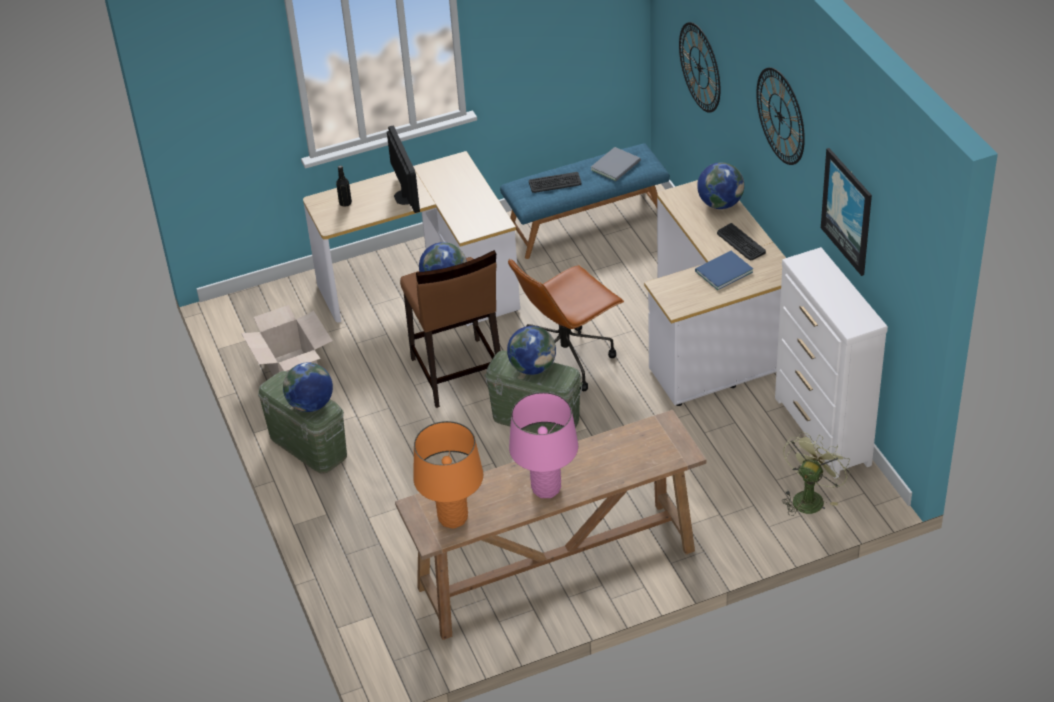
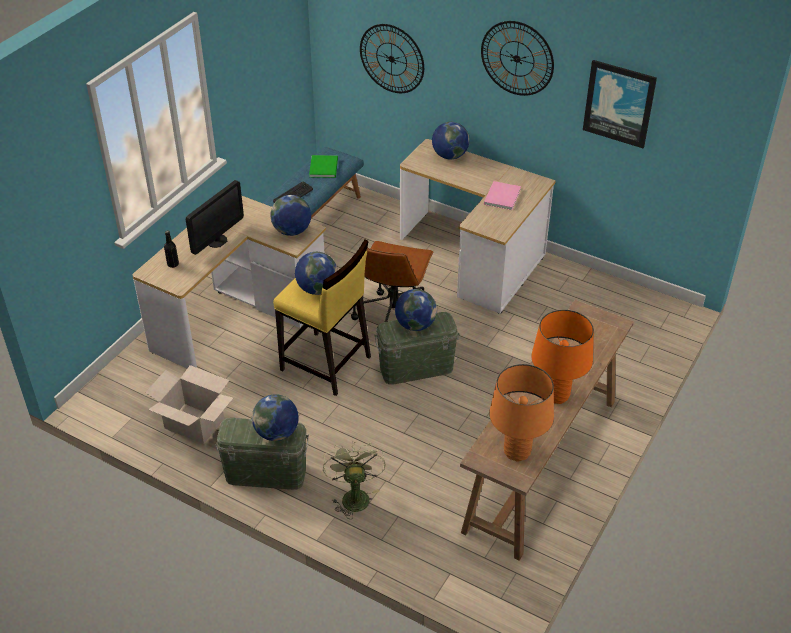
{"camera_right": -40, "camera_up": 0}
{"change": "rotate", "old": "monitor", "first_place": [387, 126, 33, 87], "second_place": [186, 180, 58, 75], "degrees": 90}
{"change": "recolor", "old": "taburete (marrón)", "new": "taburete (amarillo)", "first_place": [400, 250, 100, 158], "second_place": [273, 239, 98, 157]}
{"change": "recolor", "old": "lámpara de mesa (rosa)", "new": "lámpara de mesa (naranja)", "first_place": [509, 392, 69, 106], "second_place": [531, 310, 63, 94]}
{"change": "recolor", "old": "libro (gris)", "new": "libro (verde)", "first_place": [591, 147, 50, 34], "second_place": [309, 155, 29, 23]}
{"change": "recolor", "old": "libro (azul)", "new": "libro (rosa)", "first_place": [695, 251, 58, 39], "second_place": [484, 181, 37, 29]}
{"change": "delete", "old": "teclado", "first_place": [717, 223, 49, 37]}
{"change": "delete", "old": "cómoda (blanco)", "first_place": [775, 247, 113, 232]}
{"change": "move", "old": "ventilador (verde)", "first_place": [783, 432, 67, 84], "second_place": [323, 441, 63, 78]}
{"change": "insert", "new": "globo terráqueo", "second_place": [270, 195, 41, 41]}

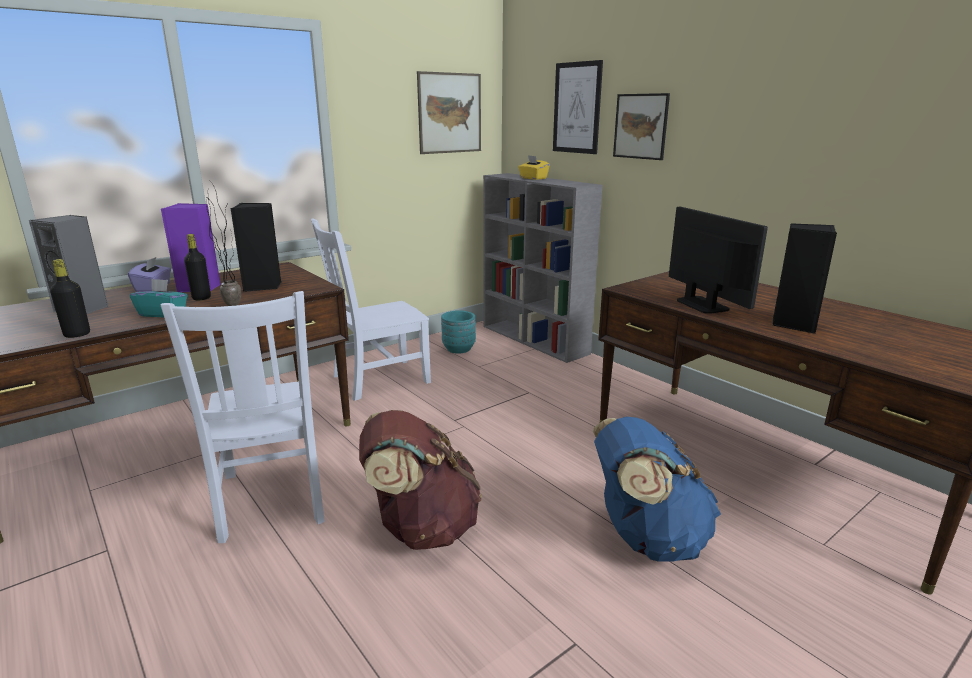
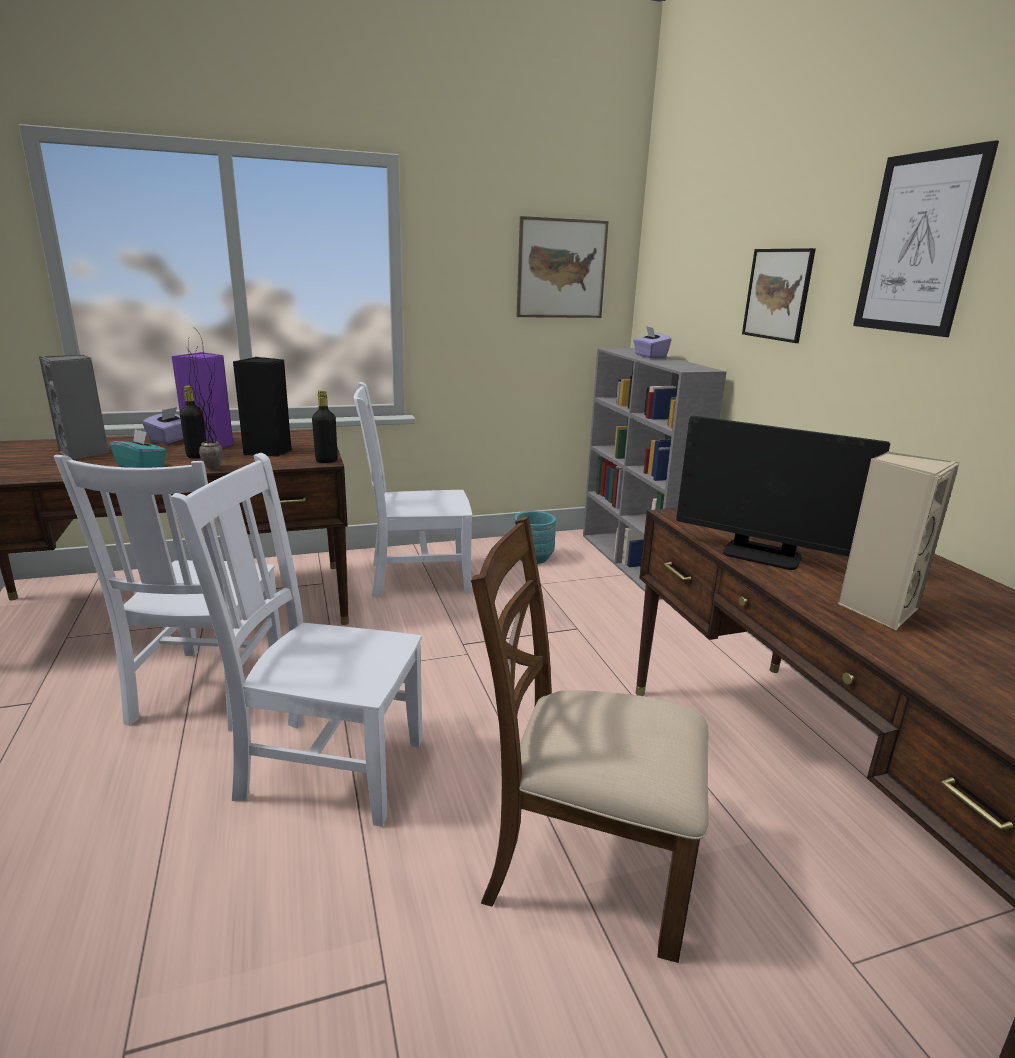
{"camera_right": 20, "camera_up": 0}
{"change": "move", "old": "botella (negro)", "first_place": [50, 259, 40, 79], "second_place": [312, 390, 25, 73]}
{"change": "replace", "old": "mochila (marrón)", "new": "silla (blanco)", "first_place": [359, 410, 123, 140], "second_place": [171, 453, 252, 374]}
{"change": "recolor", "old": "caja de pañuelos (amarillo)", "new": "caja de pañuelos (morado)", "first_place": [518, 155, 32, 25], "second_place": [633, 326, 39, 32]}
{"change": "move", "old": "cuadro", "first_place": [553, 60, 50, 94], "second_place": [853, 140, 146, 197]}
{"change": "replace", "old": "mochila (azul)", "new": "silla (marrón)", "first_place": [593, 417, 128, 145], "second_place": [471, 516, 238, 447]}
{"change": "rotate", "old": "monitor", "first_place": [669, 207, 99, 107], "second_place": [676, 416, 214, 154], "degrees": 120}
{"change": "recolor", "old": "altavoz (negro)", "new": "altavoz (beis)", "first_place": [773, 223, 64, 111], "second_place": [838, 452, 122, 179]}

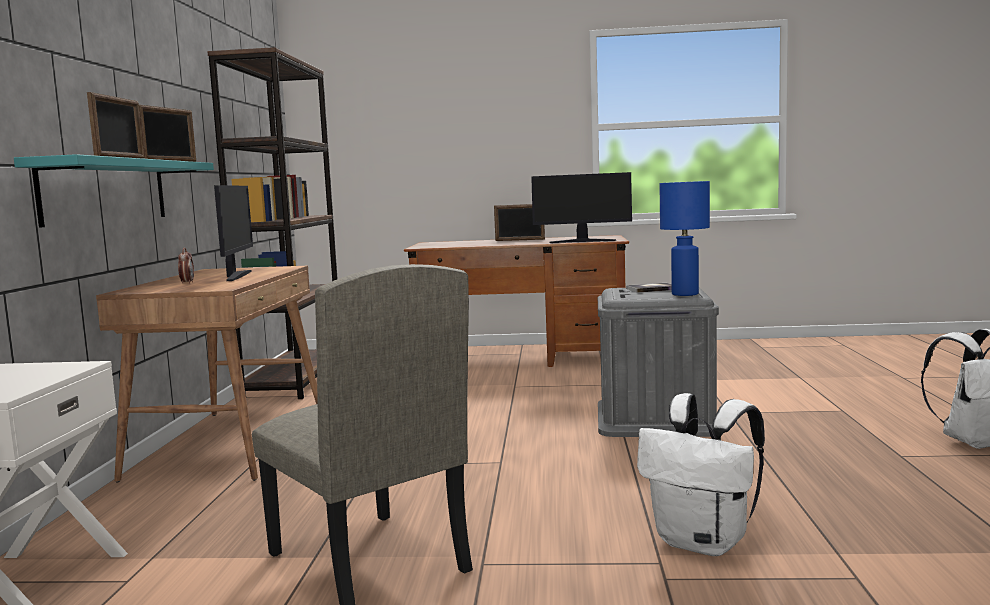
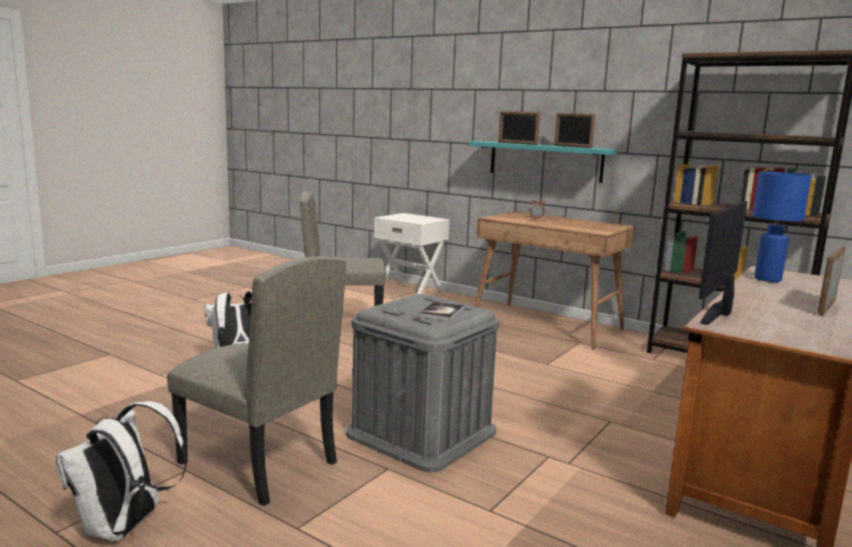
{"camera_right": 120, "camera_up": 5}
{"change": "delete", "old": "monitor", "first_place": [214, 185, 39, 96]}
{"change": "move", "old": "lámpara de mesa (azul)", "first_place": [660, 181, 50, 115], "second_place": [752, 172, 60, 110]}
{"change": "insert", "new": "silla (beis)", "second_place": [167, 256, 179, 250]}

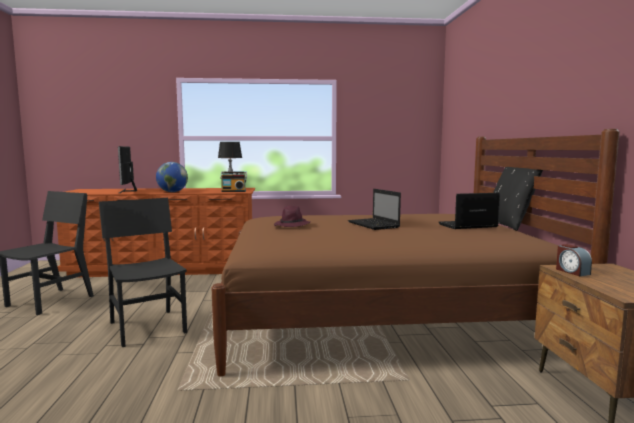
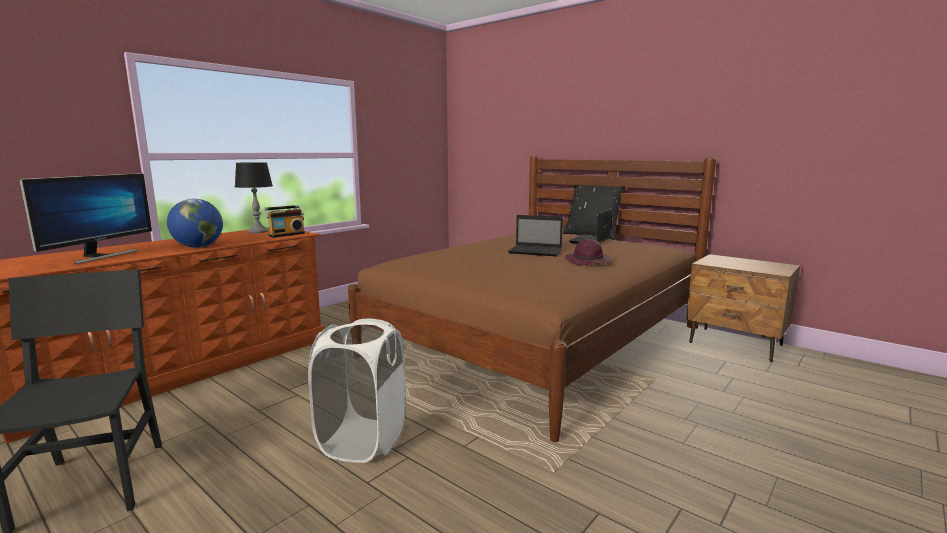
{"camera_right": -45, "camera_up": 5}
{"change": "replace", "old": "silla (negro)", "new": "cesto de la ropa (blanco)", "first_place": [99, 198, 88, 149], "second_place": [308, 319, 98, 144]}
{"change": "rotate", "old": "monitor", "first_place": [118, 146, 19, 47], "second_place": [19, 173, 133, 91], "degrees": -105}
{"change": "move", "old": "sombrero (morado)", "first_place": [274, 206, 36, 21], "second_place": [565, 239, 47, 27]}
{"change": "delete", "old": "despertador", "first_place": [556, 244, 36, 32]}

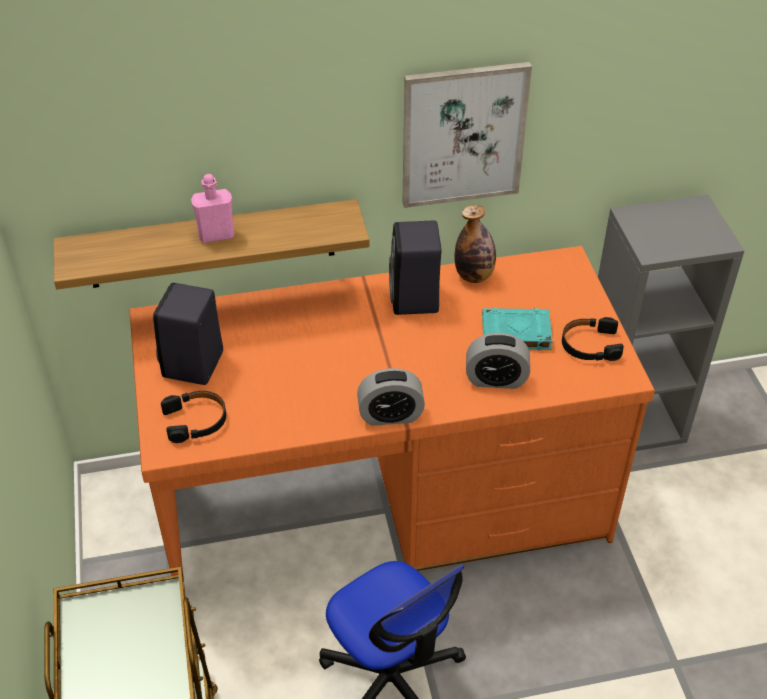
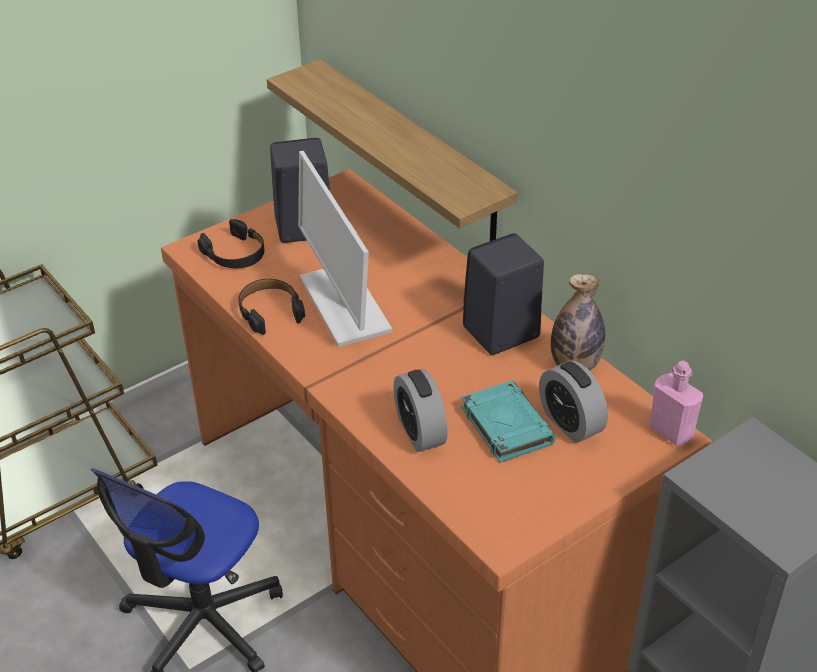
{"camera_right": 65, "camera_up": -5}
{"change": "move", "old": "botella (rosa)", "first_place": [191, 174, 44, 69], "second_place": [649, 360, 54, 86]}
{"change": "move", "old": "despertador", "first_place": [357, 368, 68, 58], "second_place": [539, 361, 69, 82]}
{"change": "delete", "old": "cuadro", "first_place": [403, 62, 129, 146]}
{"change": "move", "old": "auriculares (negro)", "first_place": [562, 317, 62, 44], "second_place": [238, 279, 67, 56]}
{"change": "insert", "new": "monitor", "second_place": [298, 151, 94, 196]}

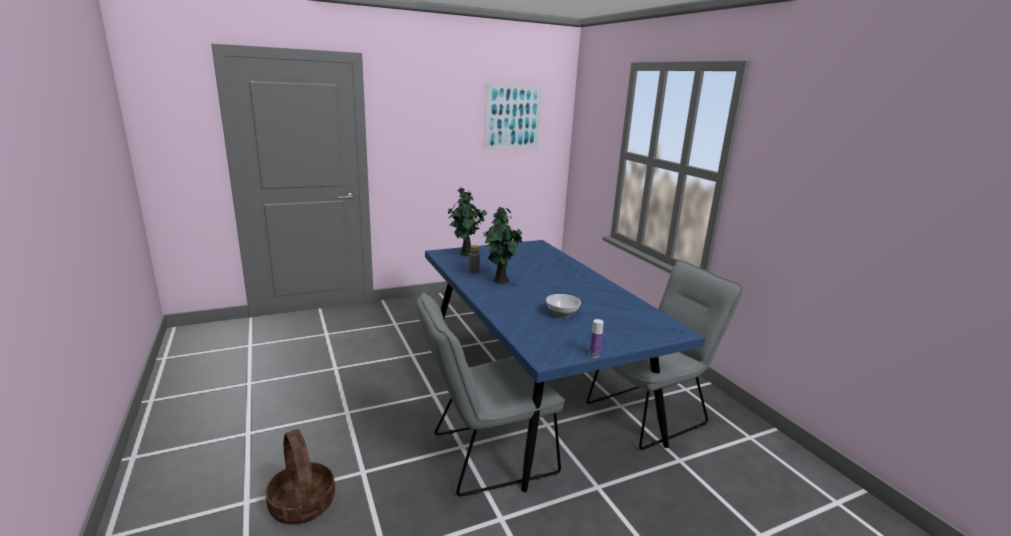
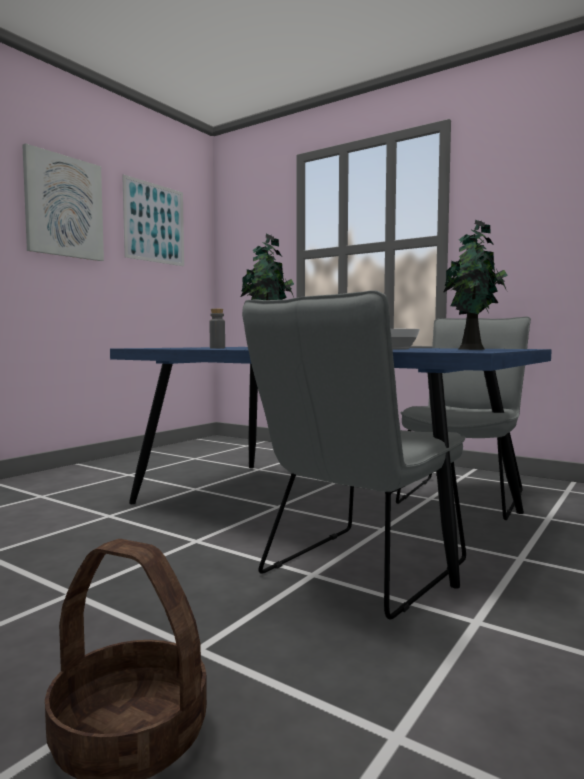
{"camera_right": -30, "camera_up": -15}
{"change": "move", "old": "planta en maceta", "first_place": [448, 188, 39, 68], "second_place": [443, 220, 65, 130]}
{"change": "delete", "old": "botella", "first_place": [589, 319, 15, 39]}
{"change": "insert", "new": "cuadro", "second_place": [22, 143, 82, 118]}

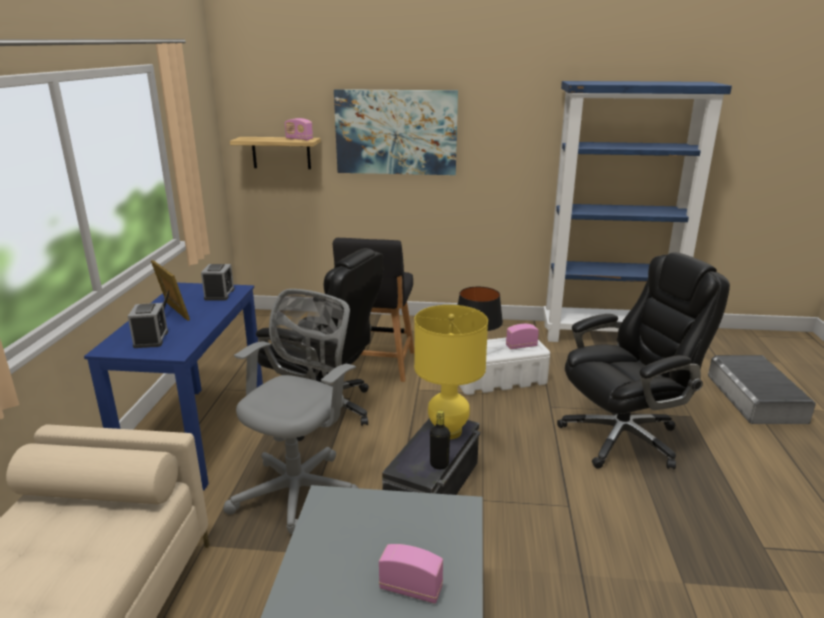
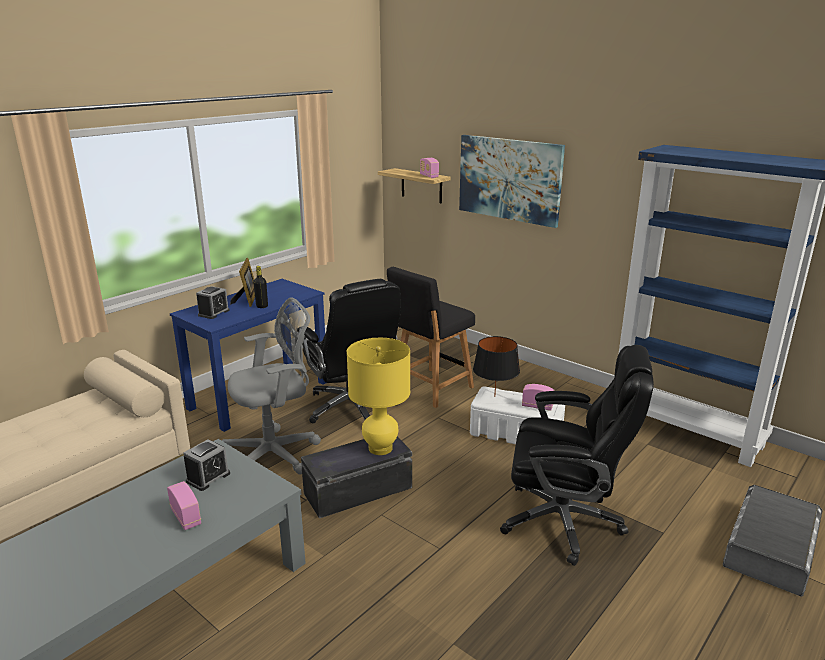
{"camera_right": 35, "camera_up": 0}
{"change": "move", "old": "despertador", "first_place": [201, 264, 34, 37], "second_place": [184, 439, 46, 52]}
{"change": "move", "old": "botella (negro)", "first_place": [430, 410, 20, 59], "second_place": [253, 266, 15, 42]}

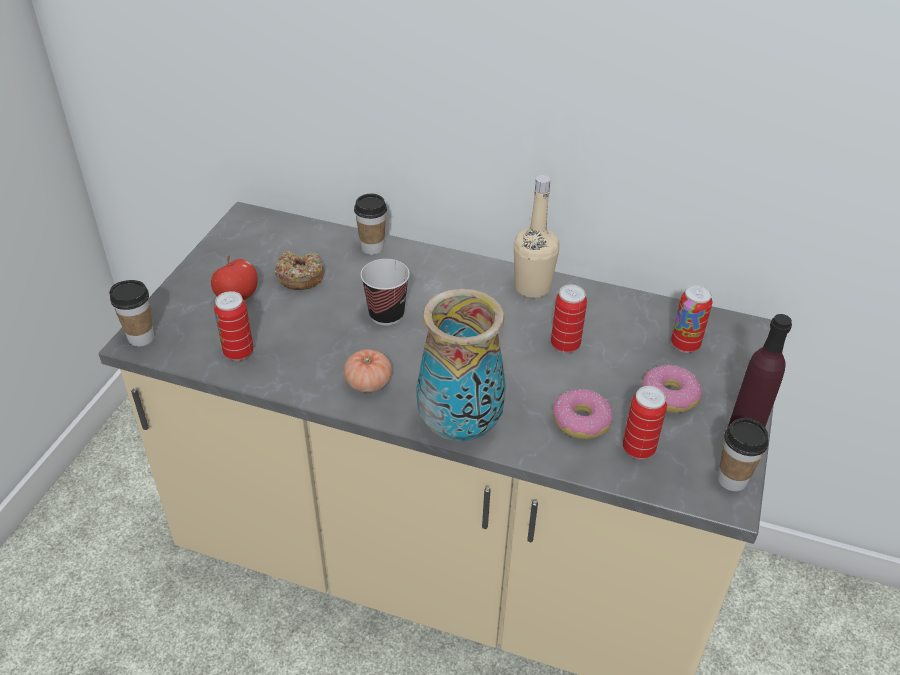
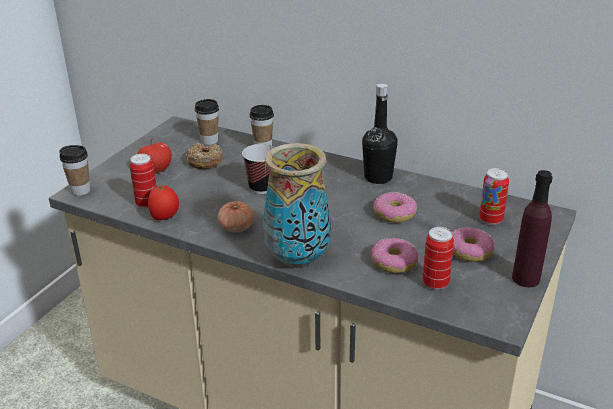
{"camera_right": 10, "camera_up": -10}
{"change": "recolor", "old": "botella (beis)", "new": "botella (negro)", "first_place": [514, 175, 46, 123], "second_place": [362, 84, 36, 100]}
{"change": "replace", "old": "lata", "new": "rosquilla", "first_place": [551, 285, 36, 68], "second_place": [373, 192, 44, 31]}
{"change": "move", "old": "taza", "first_place": [718, 418, 51, 73], "second_place": [195, 99, 24, 46]}
{"change": "insert", "new": "tomate", "second_place": [148, 185, 31, 35]}

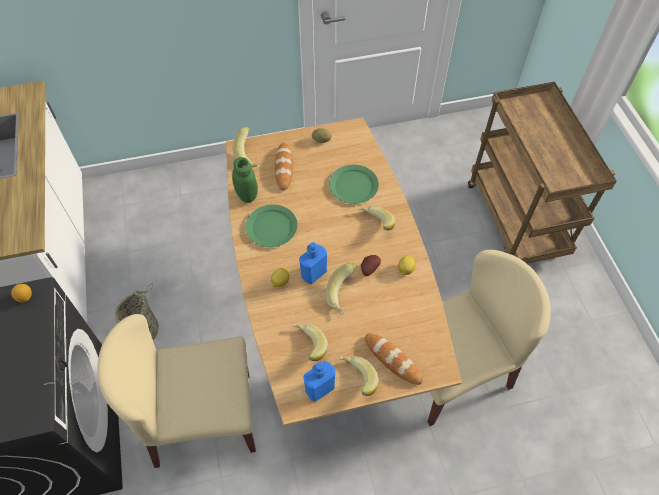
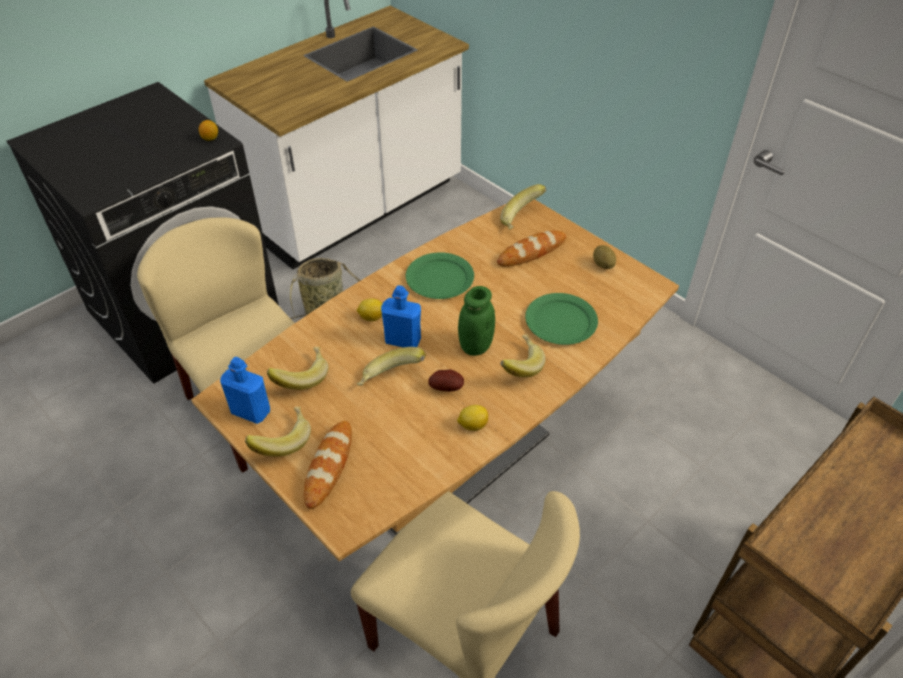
{"camera_right": 60, "camera_up": -10}
{"change": "move", "old": "tarro (verde)", "first_place": [232, 157, 26, 46], "second_place": [458, 286, 37, 70]}

